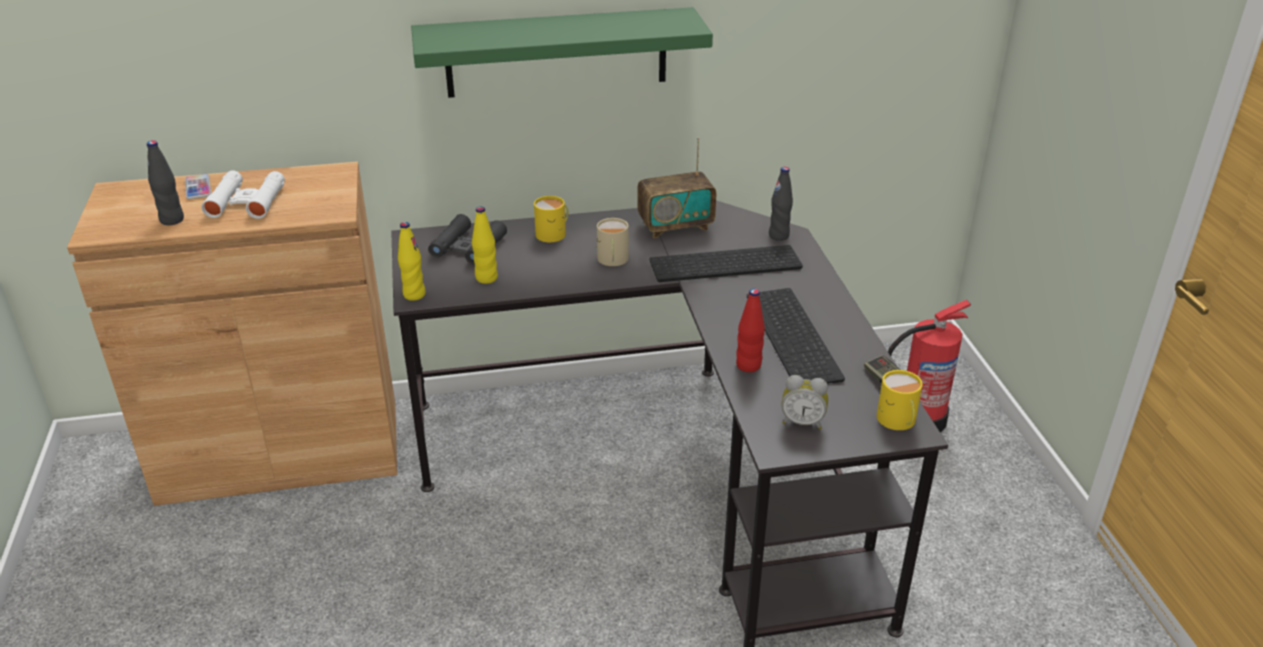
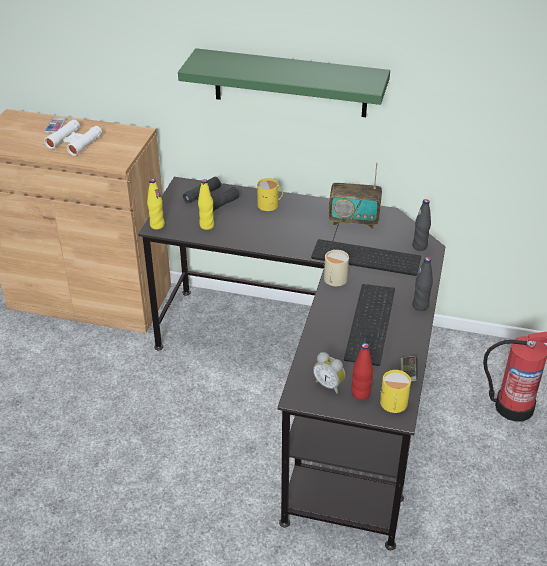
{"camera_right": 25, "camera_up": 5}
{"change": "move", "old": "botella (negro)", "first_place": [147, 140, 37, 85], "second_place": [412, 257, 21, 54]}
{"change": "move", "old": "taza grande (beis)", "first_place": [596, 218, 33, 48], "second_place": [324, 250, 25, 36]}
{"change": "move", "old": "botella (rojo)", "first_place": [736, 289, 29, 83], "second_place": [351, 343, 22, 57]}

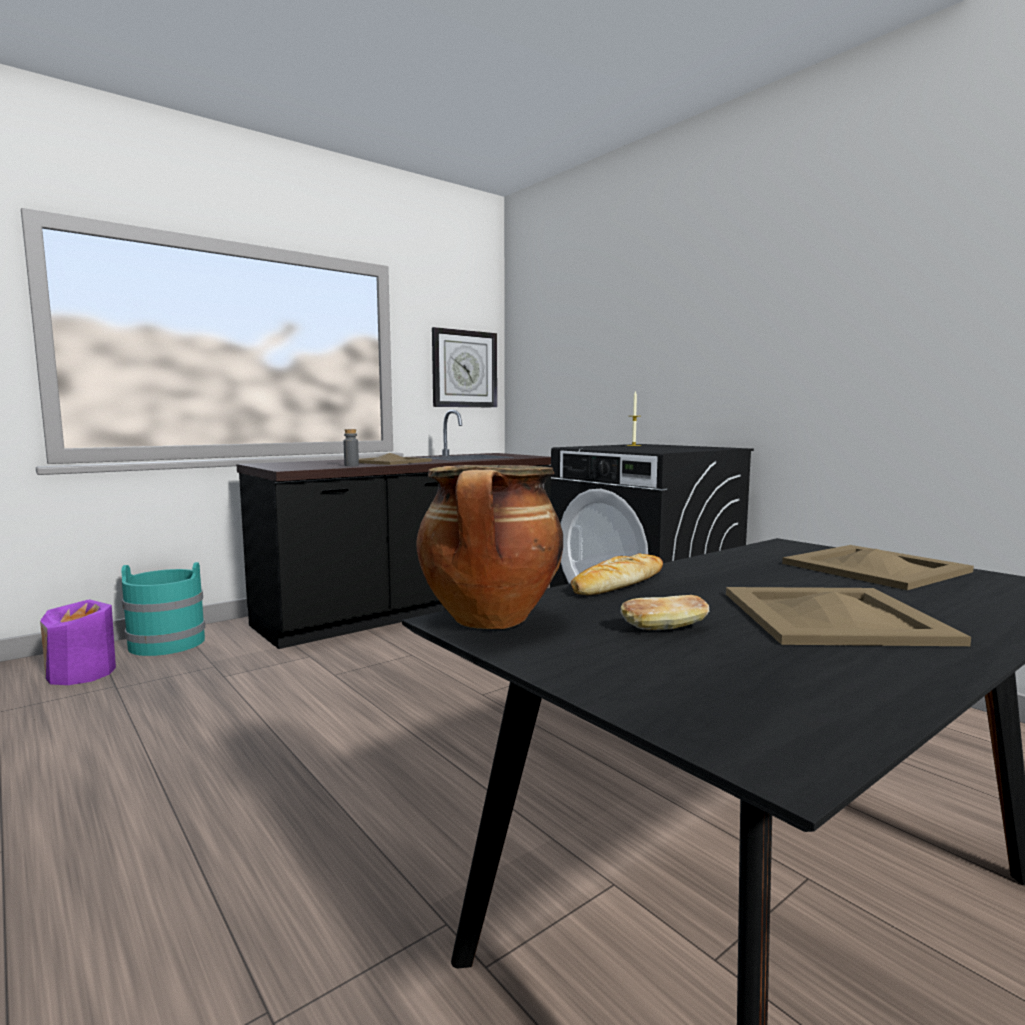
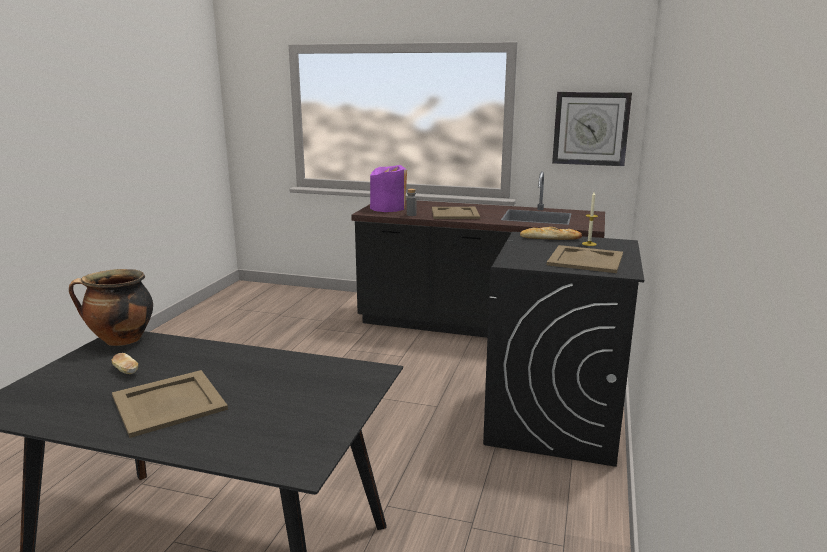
{"camera_right": 55, "camera_up": 10}
{"change": "move", "old": "florero (morado)", "first_place": [40, 599, 76, 86], "second_place": [370, 165, 37, 47]}
{"change": "delete", "old": "cubo (turquesa)", "first_place": [121, 562, 84, 94]}
{"change": "move", "old": "pan", "first_place": [571, 553, 92, 42], "second_place": [520, 227, 62, 13]}
{"change": "move", "old": "bandeja (beis)", "first_place": [782, 545, 192, 45], "second_place": [547, 245, 76, 28]}

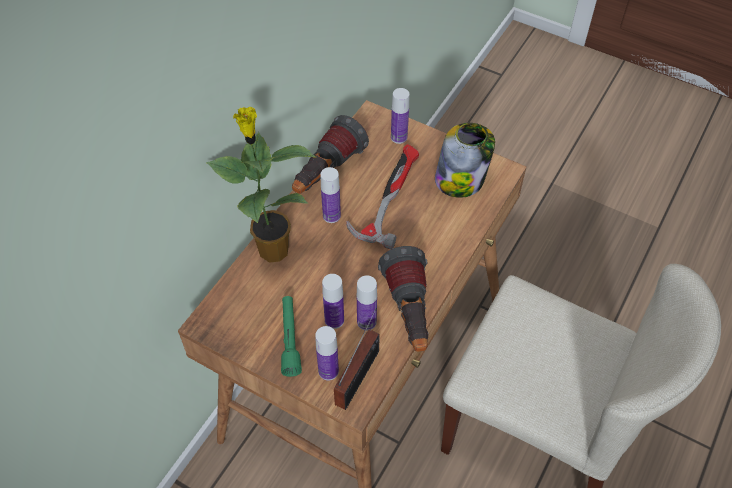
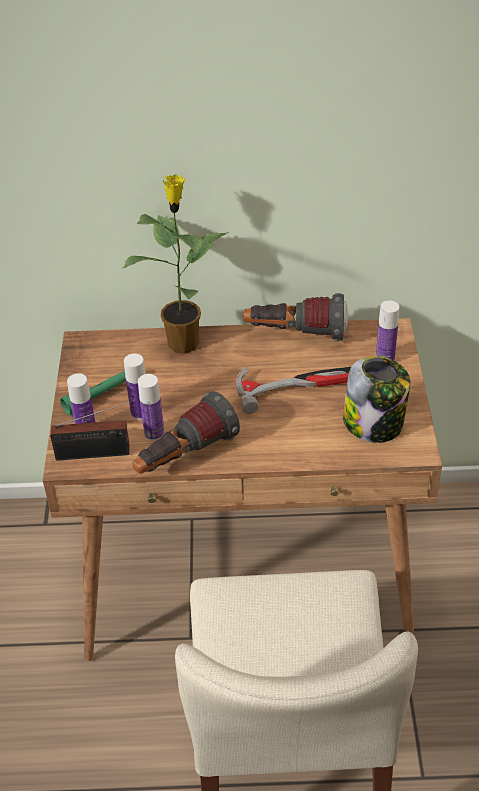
{"camera_right": 60, "camera_up": -10}
{"change": "delete", "old": "botella", "first_place": [320, 167, 21, 56]}

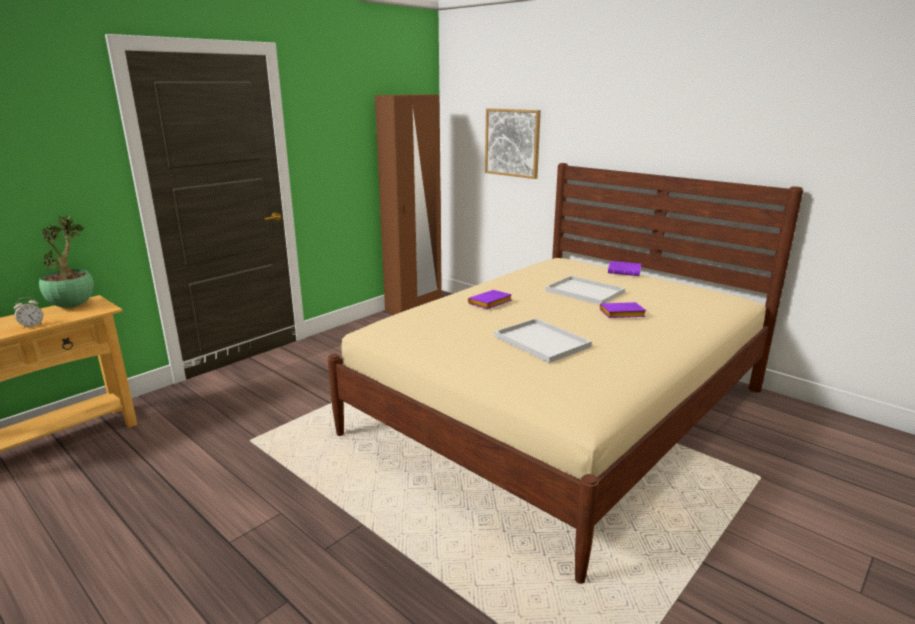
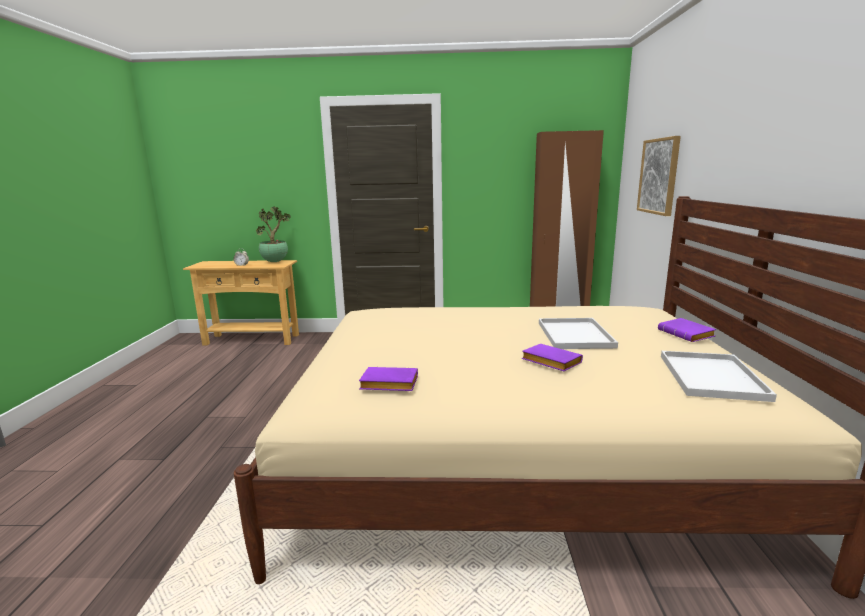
{"camera_right": 50, "camera_up": -5}
{"change": "move", "old": "libro (morado)", "first_place": [468, 290, 44, 19], "second_place": [359, 367, 59, 24]}
{"change": "move", "old": "bandeja (blanco)", "first_place": [494, 318, 98, 45], "second_place": [661, 351, 116, 51]}

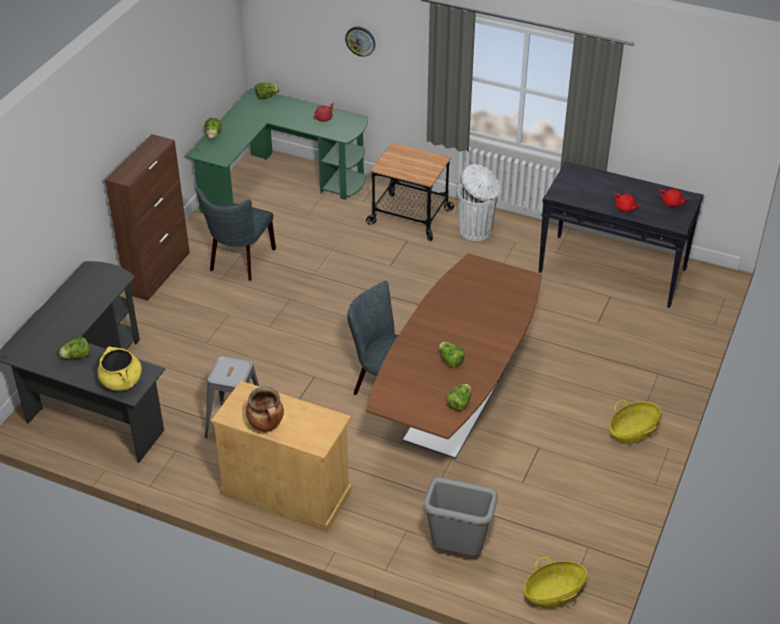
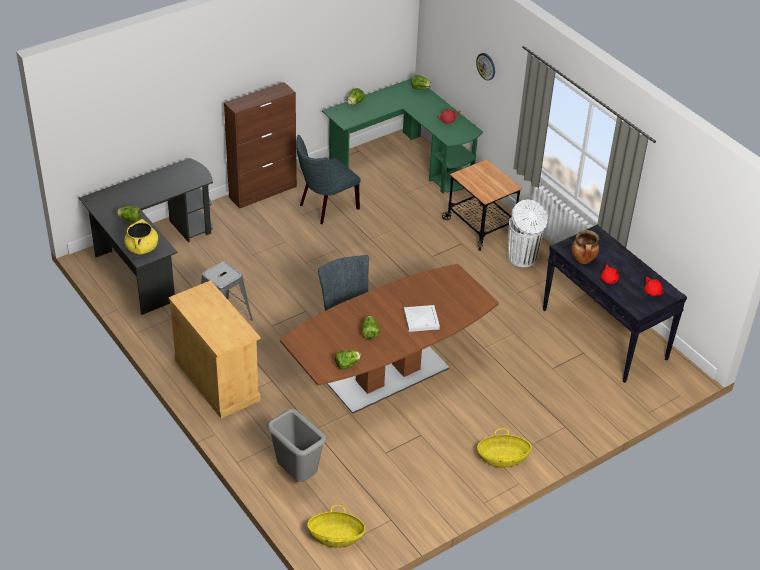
{"camera_right": 30, "camera_up": 0}
{"change": "move", "old": "olla", "first_place": [246, 387, 38, 45], "second_place": [571, 230, 28, 34]}
{"change": "insert", "new": "bandeja (blanco)", "second_place": [404, 305, 36, 27]}

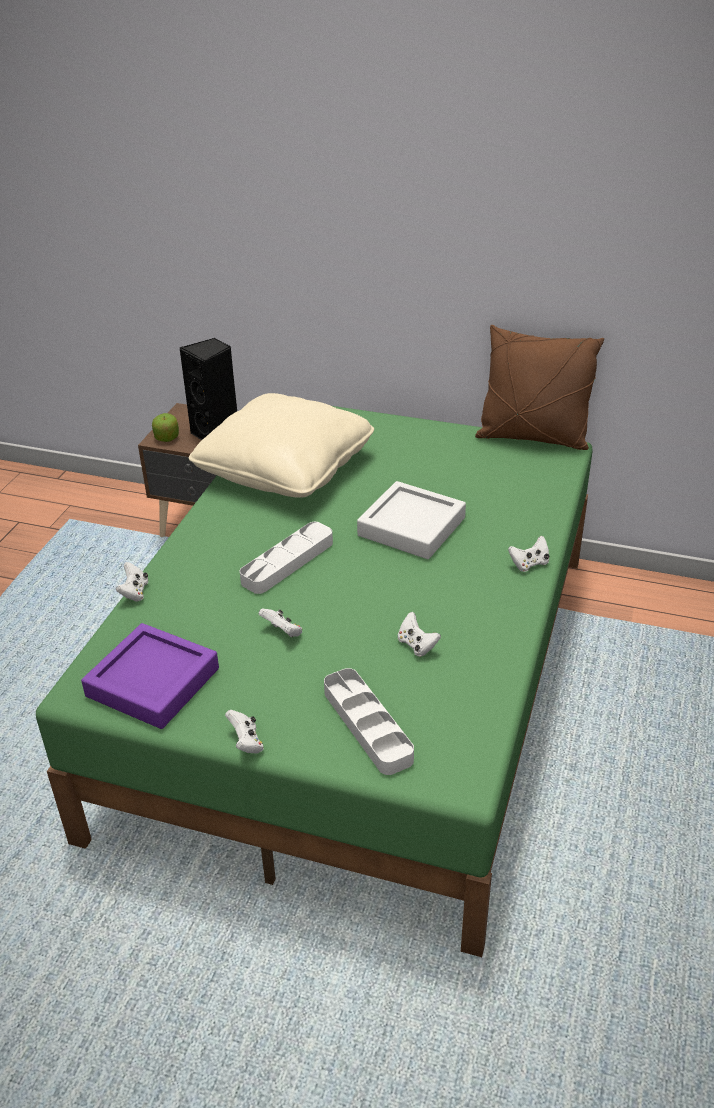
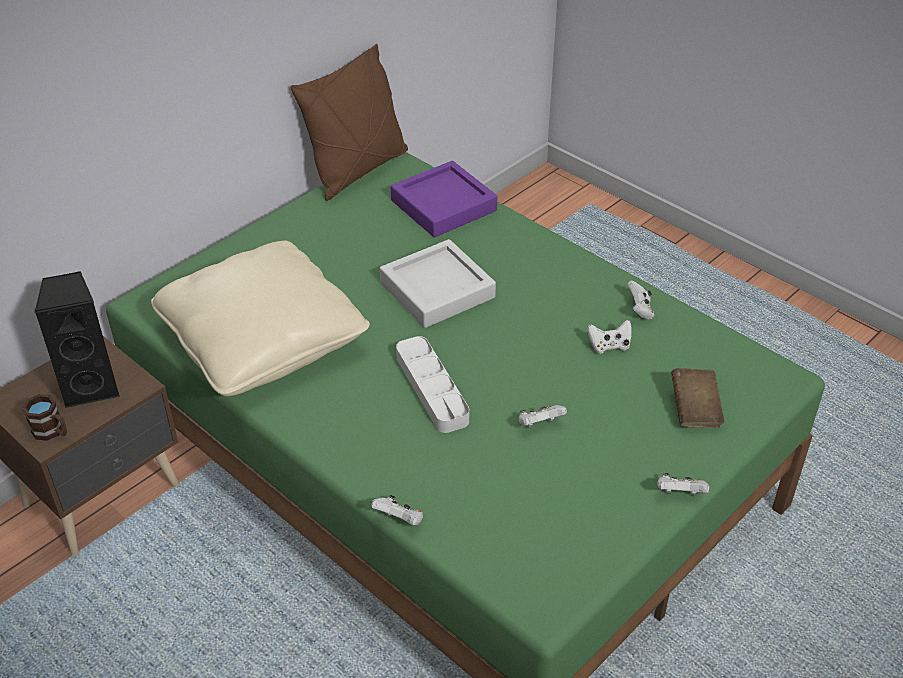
{"camera_right": -65, "camera_up": 5}
{"change": "move", "old": "bandeja (morado)", "first_place": [81, 623, 138, 106], "second_place": [390, 161, 107, 76]}
{"change": "replace", "old": "manzana", "new": "taza grande (marrón)", "first_place": [152, 413, 27, 29], "second_place": [23, 394, 44, 47]}
{"change": "replace", "old": "bandeja (gris)", "new": "libro (marrón)", "first_place": [324, 668, 90, 107], "second_place": [671, 368, 54, 60]}
{"change": "move", "old": "mando de consola (blanco)", "first_place": [508, 536, 41, 36], "second_place": [627, 281, 27, 39]}

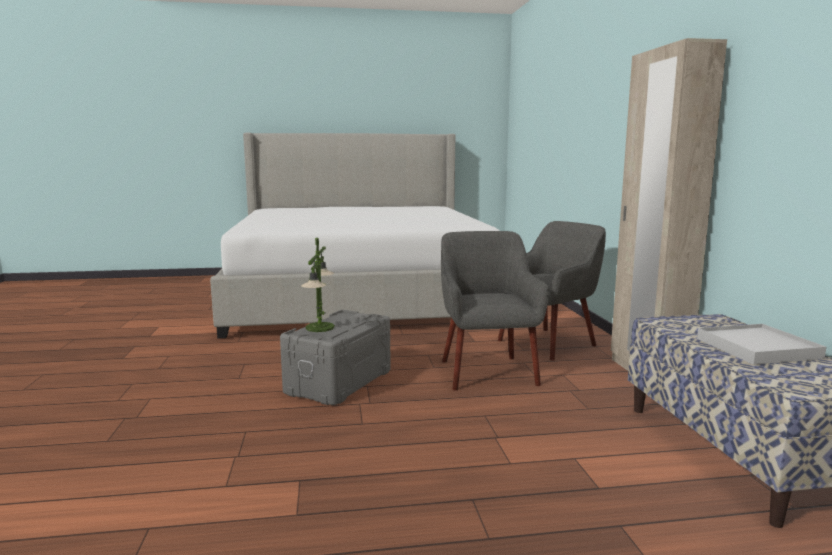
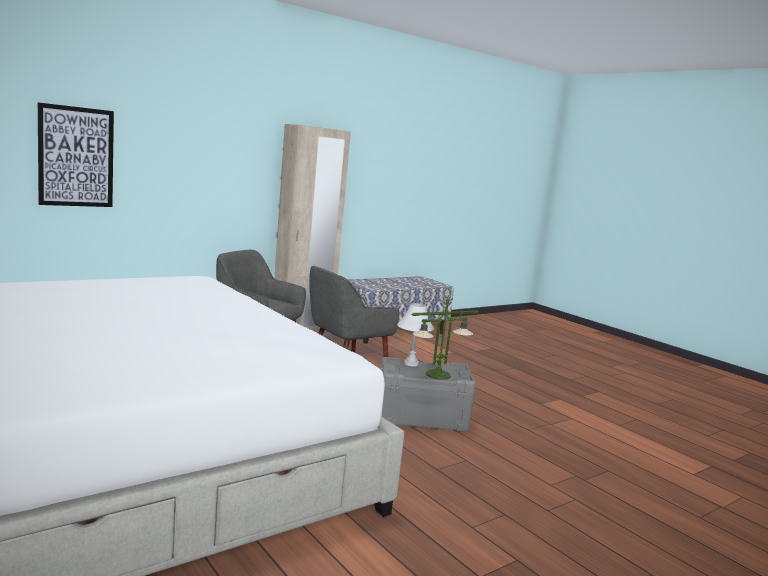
{"camera_right": -120, "camera_up": 0}
{"change": "delete", "old": "bandeja (blanco)", "first_place": [697, 324, 129, 41]}
{"change": "insert", "new": "cuadro", "second_place": [38, 102, 76, 105]}
{"change": "insert", "new": "lámpara de mesa (blanco)", "second_place": [397, 303, 37, 64]}

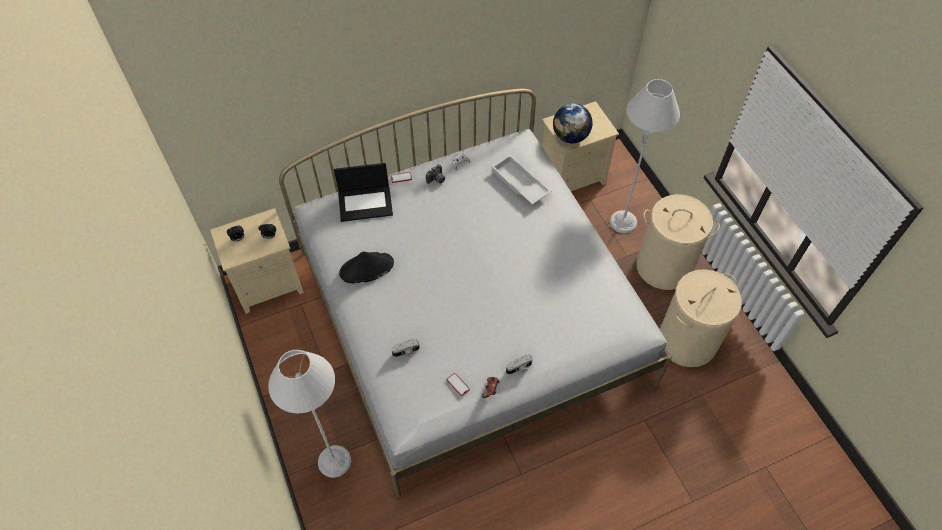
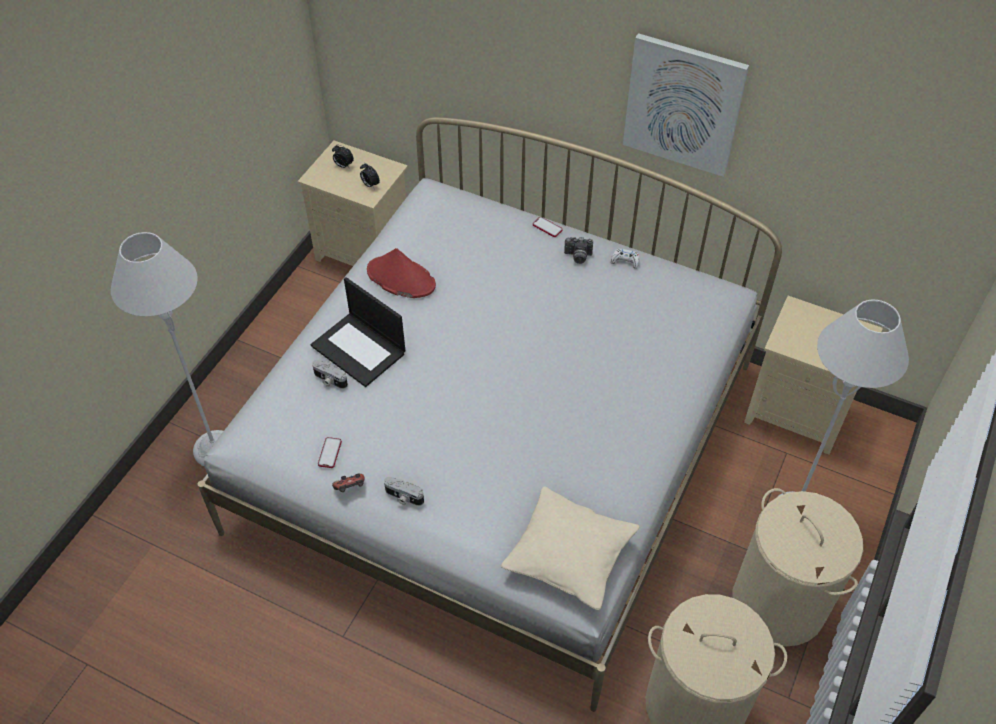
{"camera_right": 50, "camera_up": -5}
{"change": "move", "old": "portátil", "first_place": [334, 163, 59, 59], "second_place": [311, 277, 94, 110]}
{"change": "recolor", "old": "sombrero (negro)", "new": "sombrero (rojo)", "first_place": [339, 252, 55, 32], "second_place": [367, 248, 69, 50]}
{"change": "delete", "old": "bandeja (blanco)", "first_place": [491, 154, 60, 51]}
{"change": "delete", "old": "globo terráqueo", "first_place": [553, 103, 40, 40]}
{"change": "insert", "new": "cojín (beis)", "second_place": [501, 486, 138, 124]}
{"change": "insert", "new": "cuadro", "second_place": [623, 33, 126, 144]}

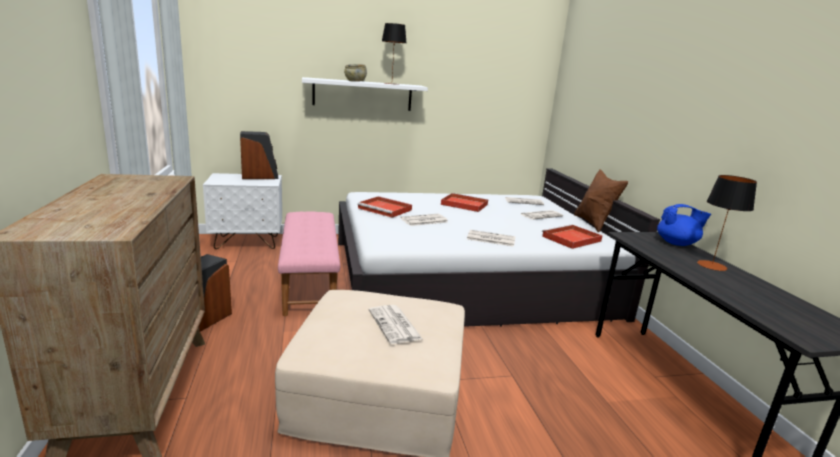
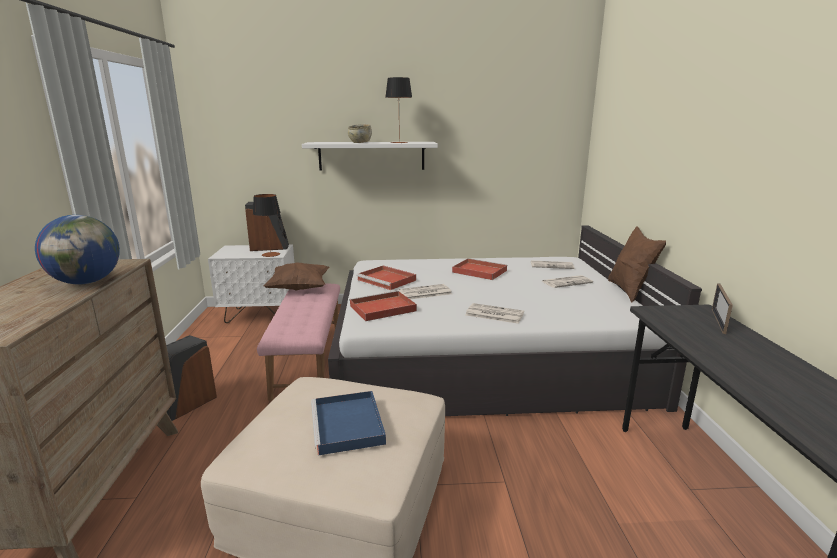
{"camera_right": 10, "camera_up": 0}
{"change": "replace", "old": "periódico", "new": "bandeja (azul)", "first_place": [369, 305, 54, 39], "second_place": [311, 391, 75, 65]}
{"change": "move", "old": "bandeja (rojo)", "first_place": [542, 224, 60, 25], "second_place": [350, 291, 67, 30]}
{"change": "replace", "old": "tetera (azul)", "new": "portarretratos", "first_place": [657, 204, 54, 42], "second_place": [712, 283, 21, 51]}
{"change": "move", "old": "lámpara de mesa", "first_place": [697, 175, 60, 96], "second_place": [253, 194, 27, 63]}
{"change": "insert", "new": "globo terráqueo", "second_place": [35, 215, 85, 69]}
{"change": "insert", "new": "cojín (marrón)", "second_place": [264, 263, 65, 28]}

